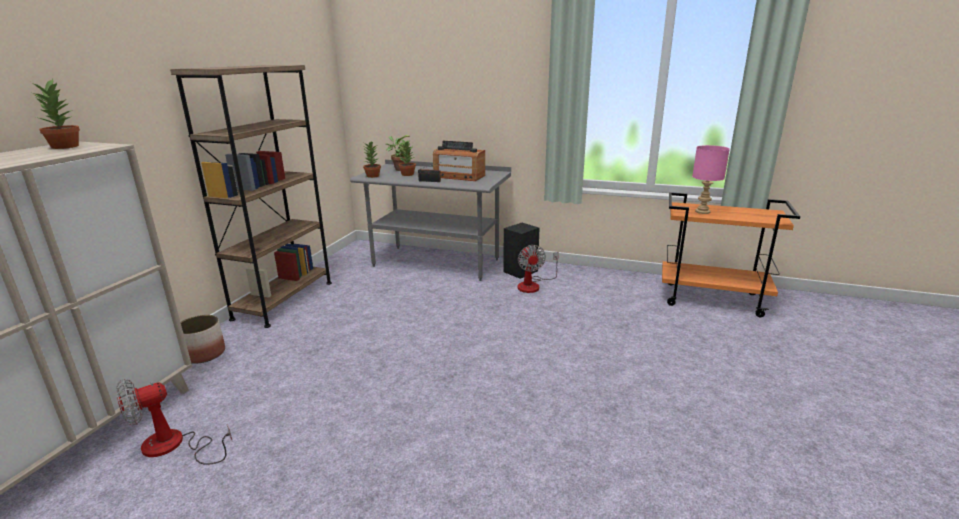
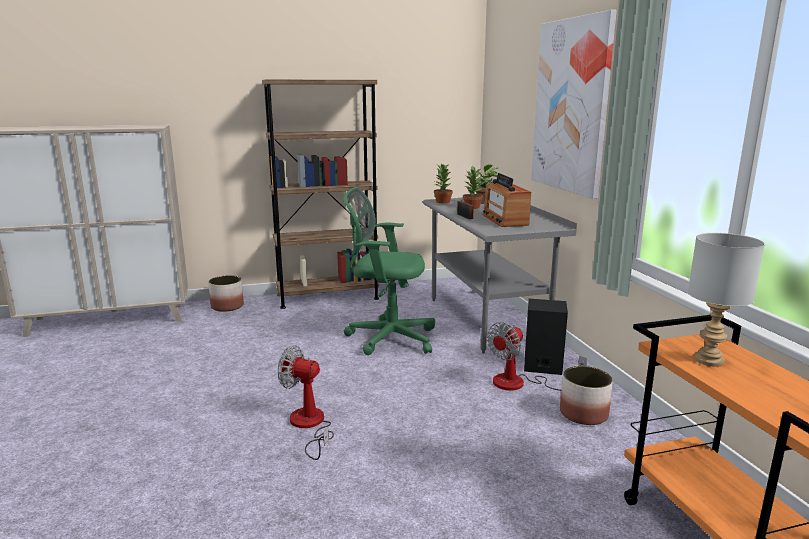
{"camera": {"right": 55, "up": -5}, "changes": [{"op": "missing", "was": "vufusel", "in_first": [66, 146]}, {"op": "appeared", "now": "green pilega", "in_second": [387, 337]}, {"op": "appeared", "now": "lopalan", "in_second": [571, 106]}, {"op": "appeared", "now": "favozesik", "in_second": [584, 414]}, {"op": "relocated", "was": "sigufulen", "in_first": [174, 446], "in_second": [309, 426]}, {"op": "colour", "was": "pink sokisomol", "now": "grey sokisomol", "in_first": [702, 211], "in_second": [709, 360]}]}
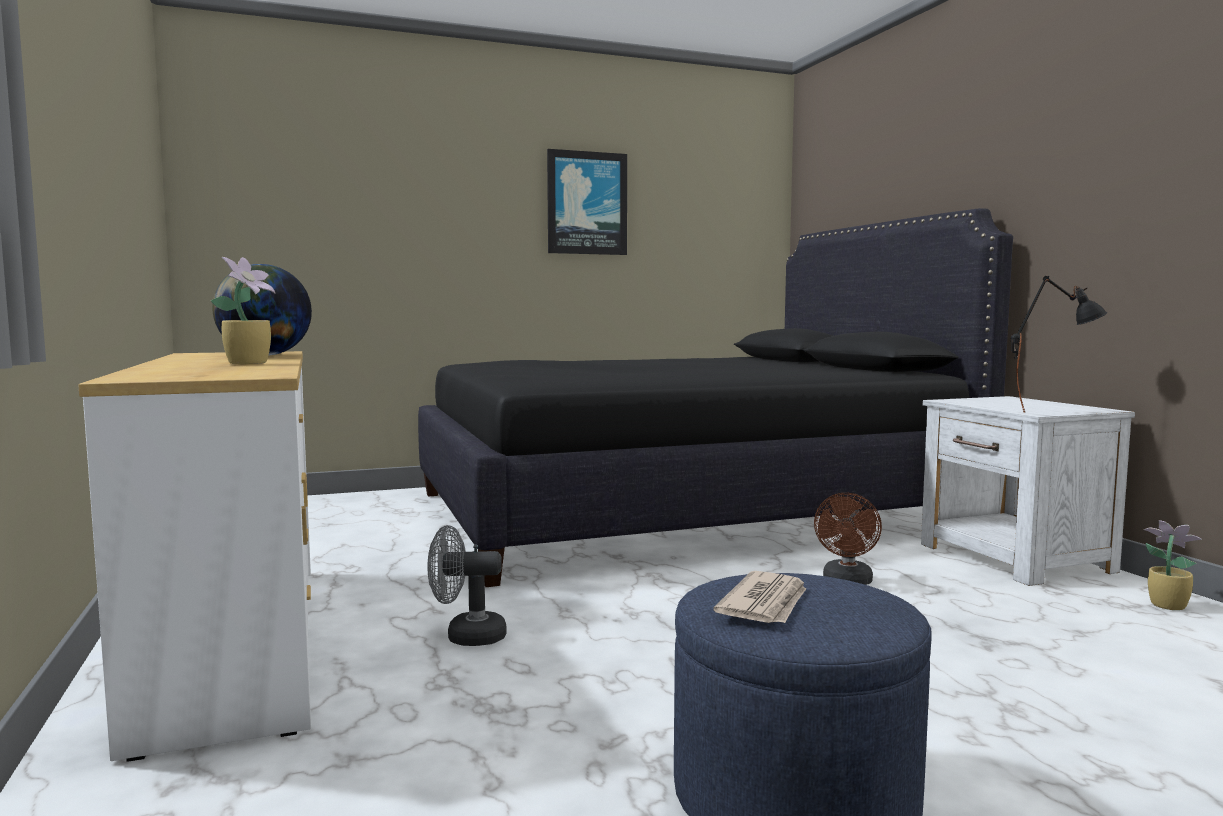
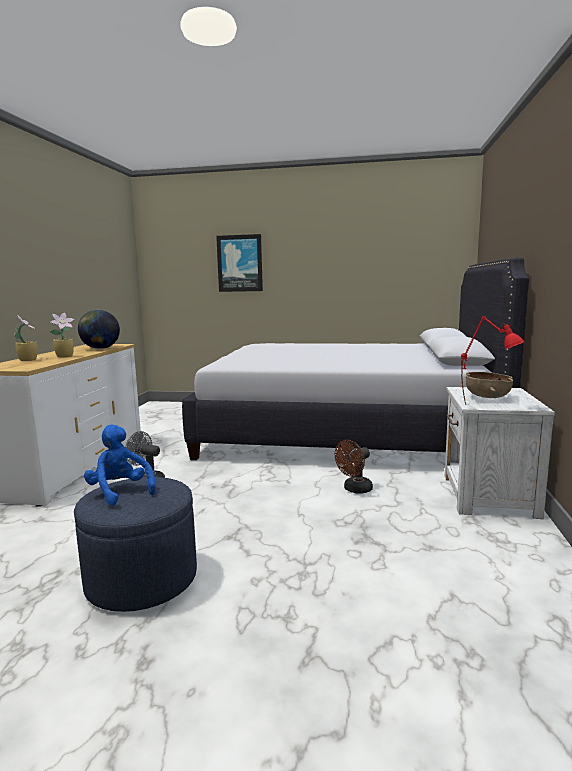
{"camera": {"right": 30, "up": 5}, "changes": [{"op": "appeared", "now": "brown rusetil", "in_second": [487, 397]}, {"op": "relocated", "was": "lopalan", "in_first": [587, 203], "in_second": [240, 263]}, {"op": "relocated", "was": "vufusel", "in_first": [1166, 605], "in_second": [28, 360]}, {"op": "exchanged", "was": "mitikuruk", "now": "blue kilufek", "in_first": [766, 603], "in_second": [120, 492]}, {"op": "colour", "was": "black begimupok", "now": "white begimupok", "in_first": [681, 511], "in_second": [346, 433]}, {"op": "colour", "was": "black sokisomol", "now": "red sokisomol", "in_first": [1052, 412], "in_second": [488, 406]}]}
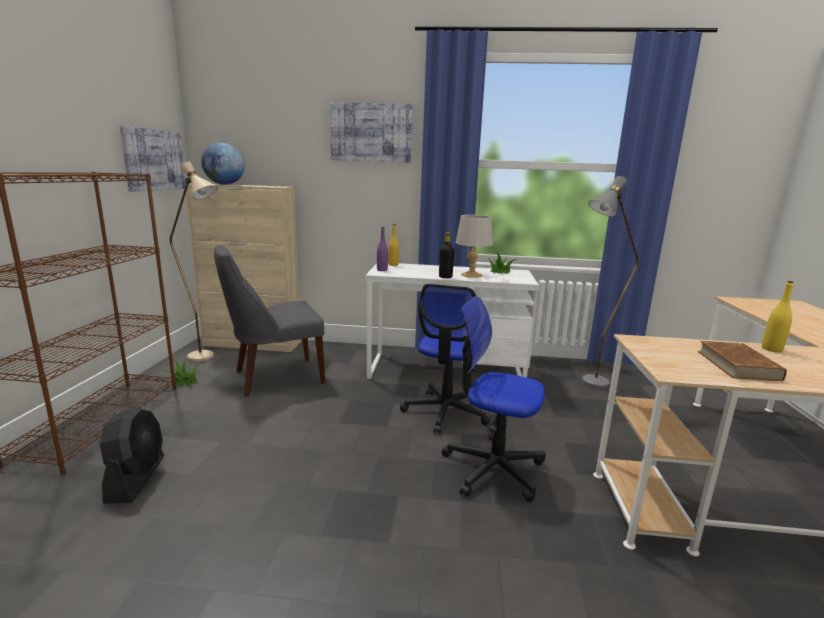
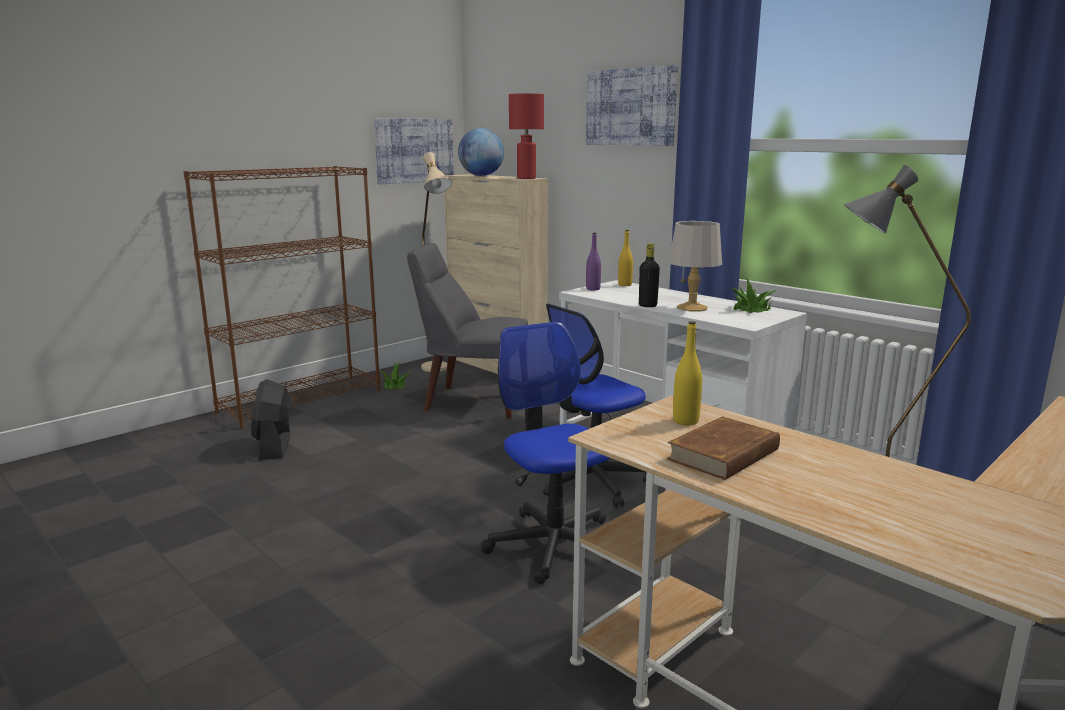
{"camera": {"right": 40, "up": 0}, "changes": [{"op": "appeared", "now": "red sokisomol", "in_second": [526, 178]}, {"op": "relocated", "was": "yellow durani", "in_first": [771, 349], "in_second": [685, 421]}, {"op": "spun", "was": "black sigufulen", "in_first": [136, 478], "in_second": [274, 446], "clockwise": 135}]}
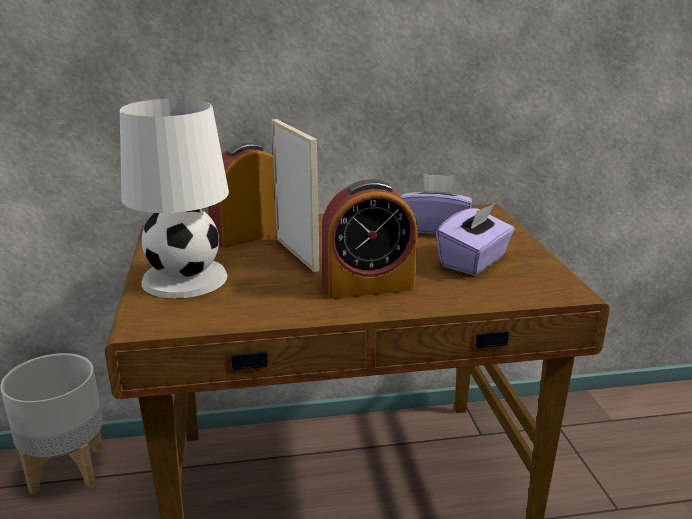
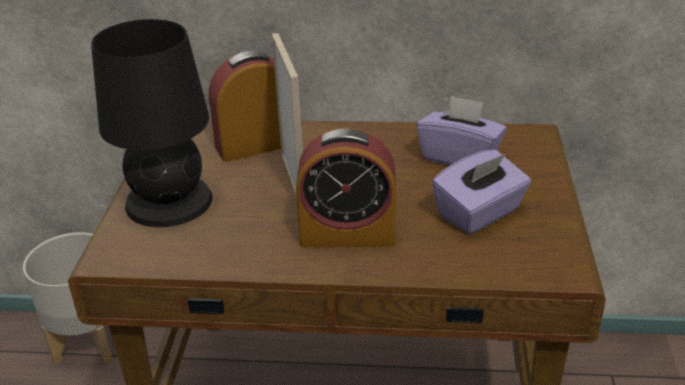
{"camera": {"right": 15, "up": 10}, "changes": [{"op": "colour", "was": "white sokisomol", "now": "black sokisomol", "in_first": [186, 279], "in_second": [169, 202]}]}
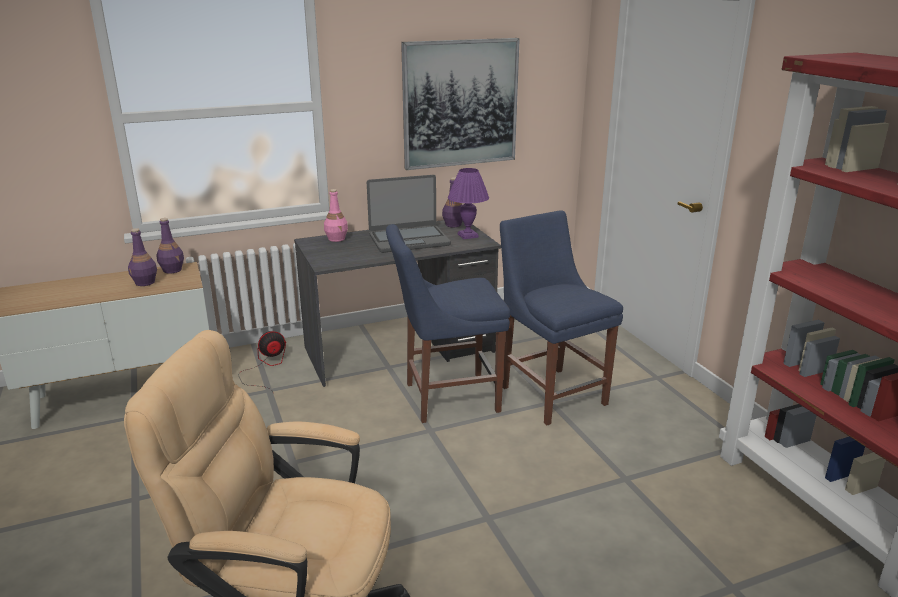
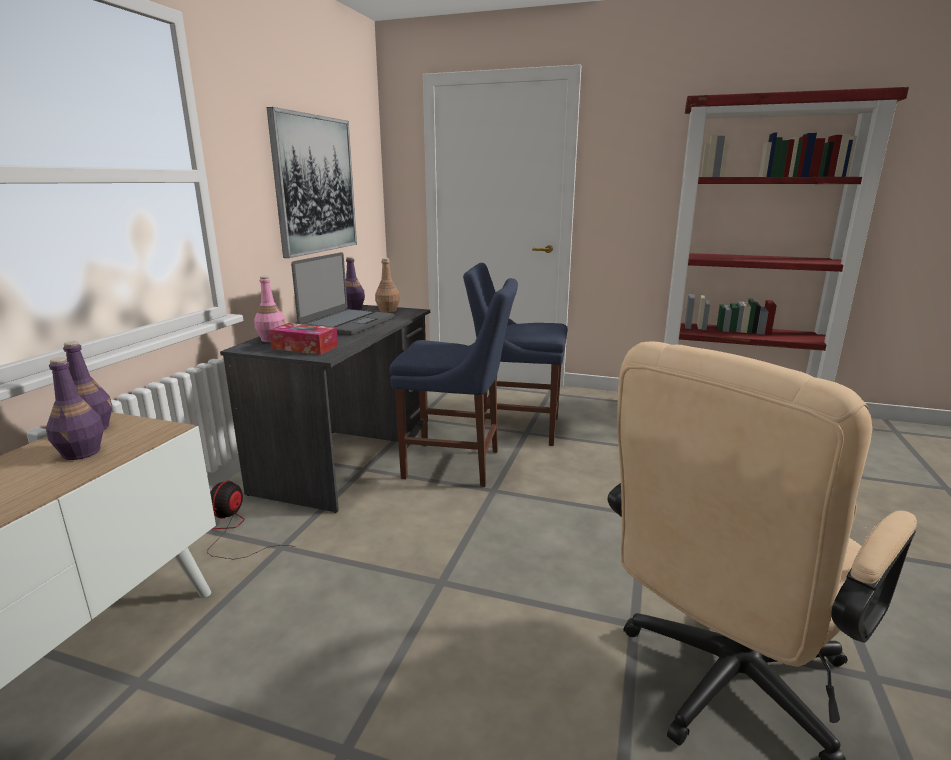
{"camera": {"right": -50, "up": -5}, "changes": [{"op": "appeared", "now": "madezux", "in_second": [305, 347]}, {"op": "exchanged", "was": "purple sokisomol", "now": "brown durani", "in_first": [468, 236], "in_second": [388, 310]}, {"op": "spun", "was": "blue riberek", "in_first": [446, 397], "in_second": [457, 465], "clockwise": -105}]}
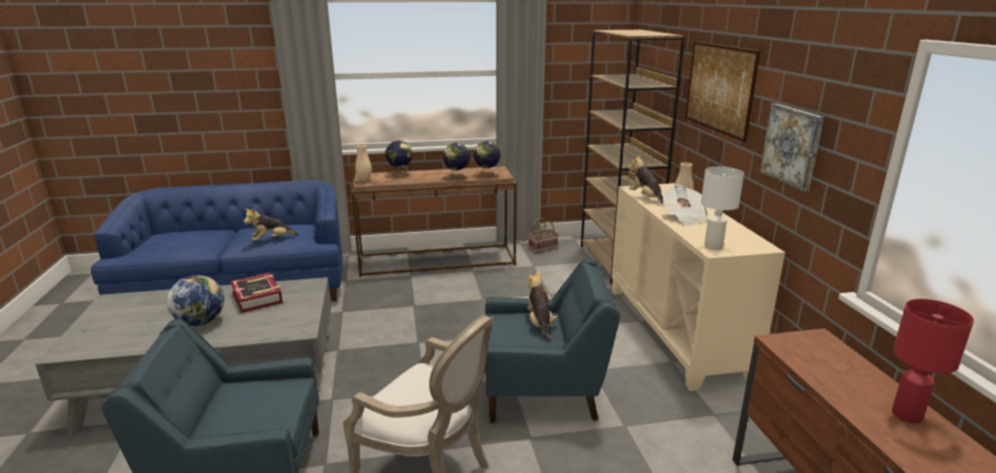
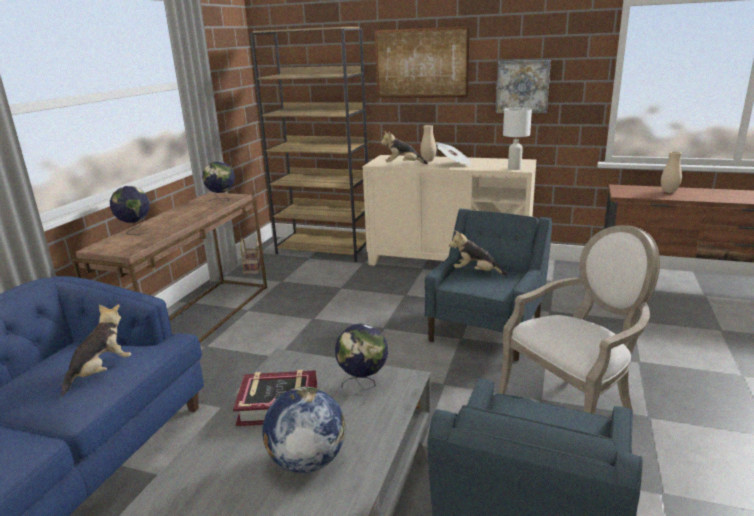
{"camera": {"right": -60, "up": 0}, "changes": [{"op": "missing", "was": "red sokisomol", "in_first": [907, 415]}, {"op": "relocated", "was": "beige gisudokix", "in_first": [364, 180], "in_second": [669, 192]}, {"op": "relocated", "was": "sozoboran", "in_first": [457, 177], "in_second": [363, 385]}, {"op": "spun", "was": "kilufek", "in_first": [271, 240], "in_second": [101, 372], "clockwise": -150}]}
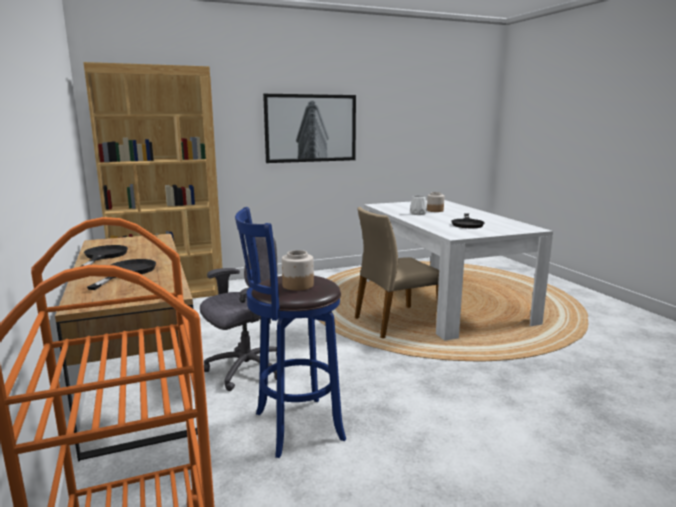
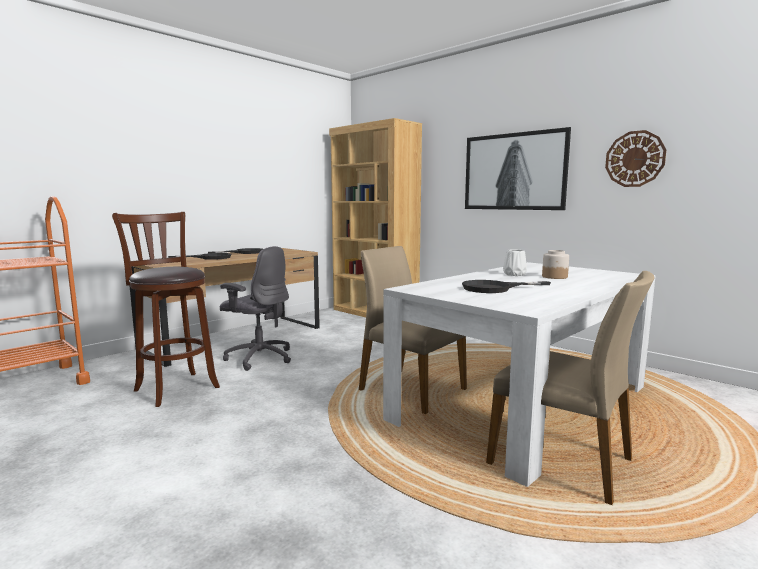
{"camera": {"right": 65, "up": -5}, "changes": [{"op": "missing", "was": "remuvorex", "in_first": [297, 285]}, {"op": "appeared", "now": "beige riberek", "in_second": [562, 461]}, {"op": "appeared", "now": "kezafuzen", "in_second": [635, 159]}, {"op": "colour", "was": "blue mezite", "now": "brown mezite", "in_first": [293, 427], "in_second": [175, 387]}]}
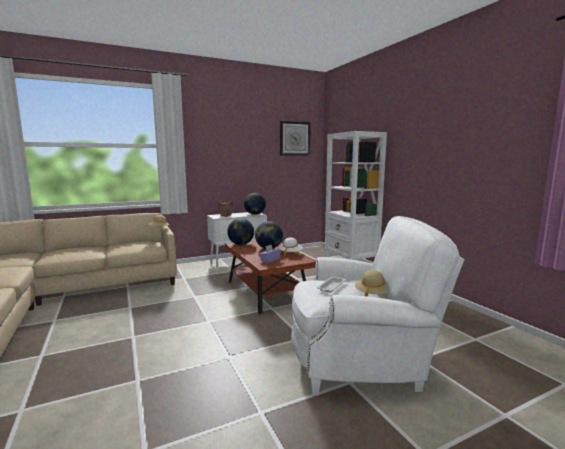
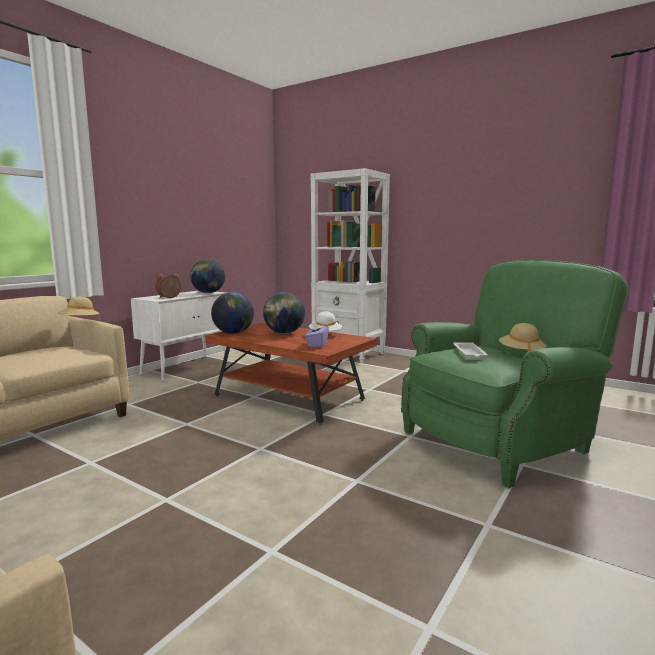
{"camera": {"right": -30, "up": 0}, "changes": [{"op": "missing", "was": "kezafuzen", "in_first": [294, 138]}, {"op": "colour", "was": "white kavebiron", "now": "green kavebiron", "in_first": [361, 359], "in_second": [499, 440]}]}
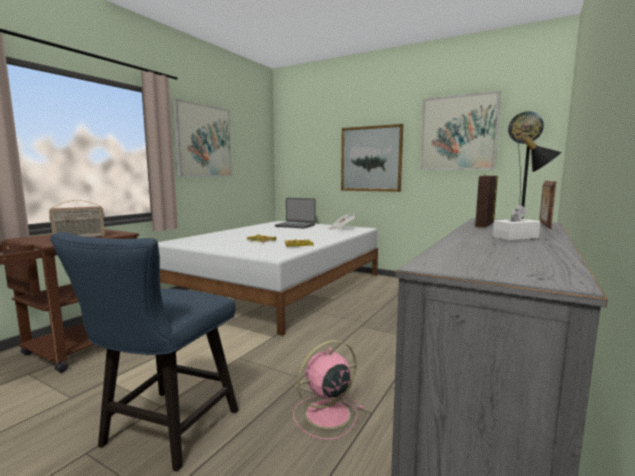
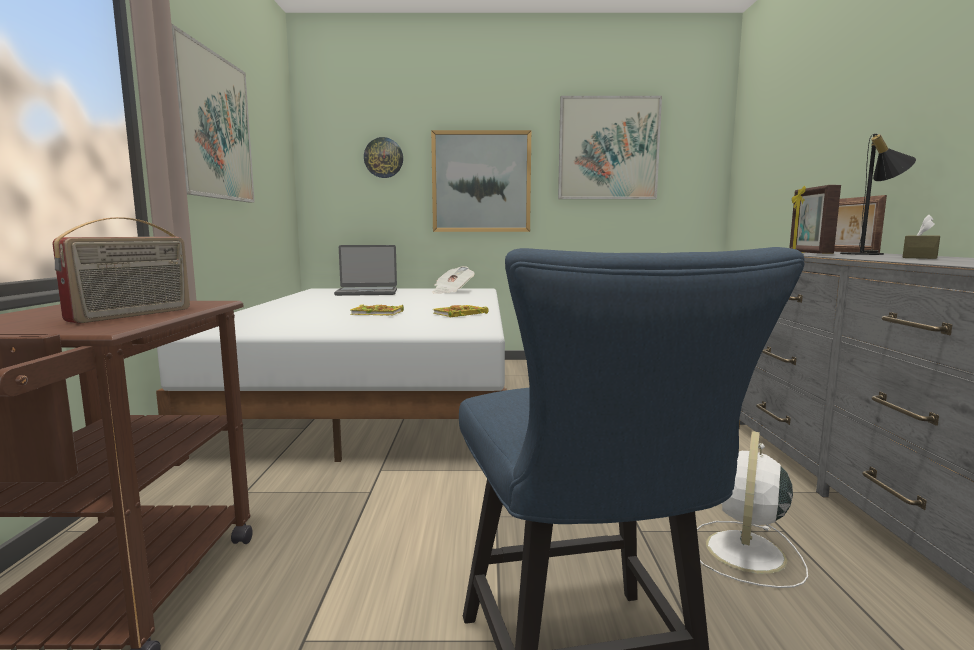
{"camera": {"right": -30, "up": 0}, "changes": [{"op": "relocated", "was": "kezafuzen", "in_first": [525, 127], "in_second": [383, 157]}, {"op": "colour", "was": "pink sigufulen", "now": "white sigufulen", "in_first": [326, 414], "in_second": [745, 553]}, {"op": "colour", "was": "white madezux", "now": "brown madezux", "in_first": [515, 237], "in_second": [920, 257]}]}
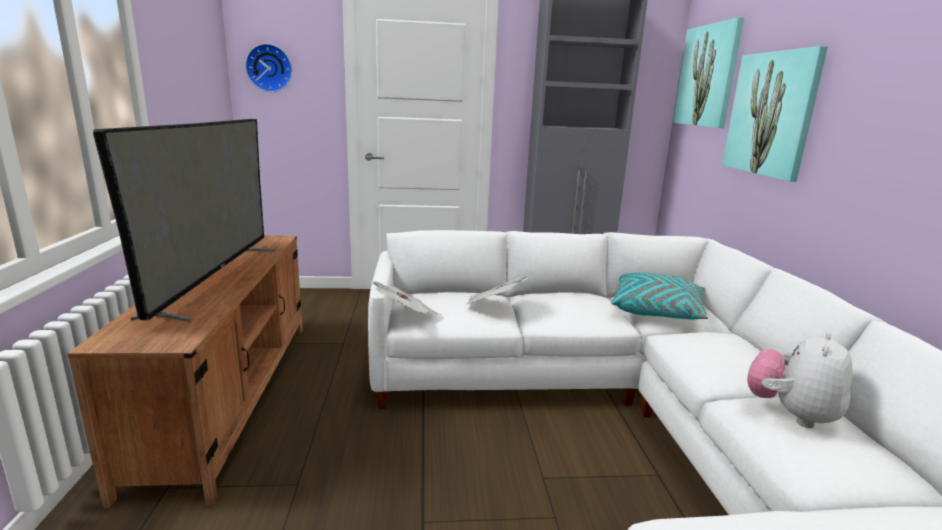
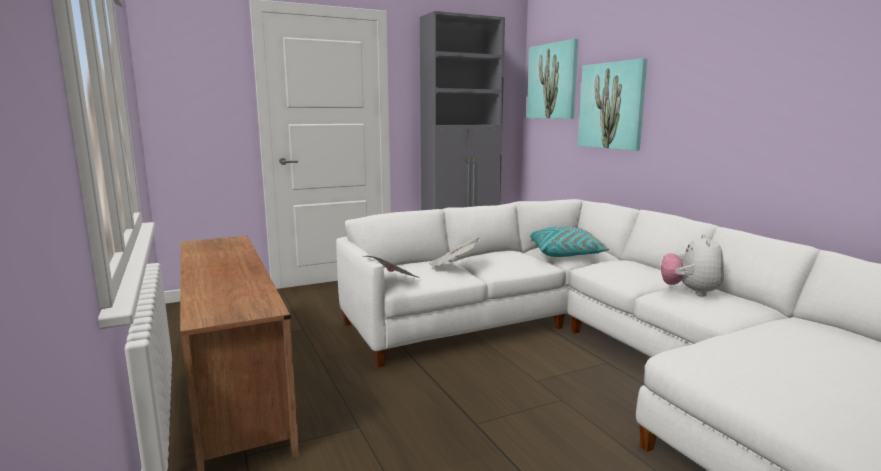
{"camera": {"right": -20, "up": -5}, "changes": [{"op": "missing", "was": "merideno", "in_first": [215, 279]}, {"op": "missing", "was": "kezafuzen", "in_first": [270, 68]}]}
